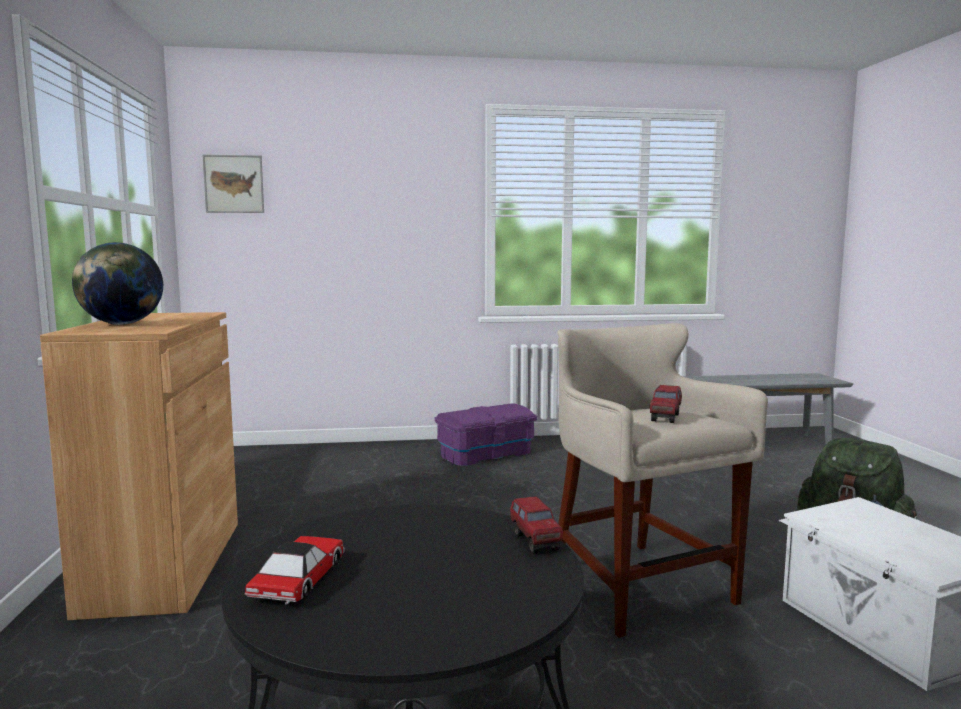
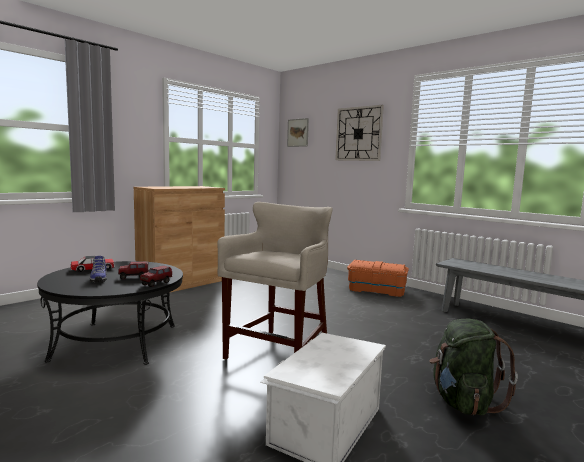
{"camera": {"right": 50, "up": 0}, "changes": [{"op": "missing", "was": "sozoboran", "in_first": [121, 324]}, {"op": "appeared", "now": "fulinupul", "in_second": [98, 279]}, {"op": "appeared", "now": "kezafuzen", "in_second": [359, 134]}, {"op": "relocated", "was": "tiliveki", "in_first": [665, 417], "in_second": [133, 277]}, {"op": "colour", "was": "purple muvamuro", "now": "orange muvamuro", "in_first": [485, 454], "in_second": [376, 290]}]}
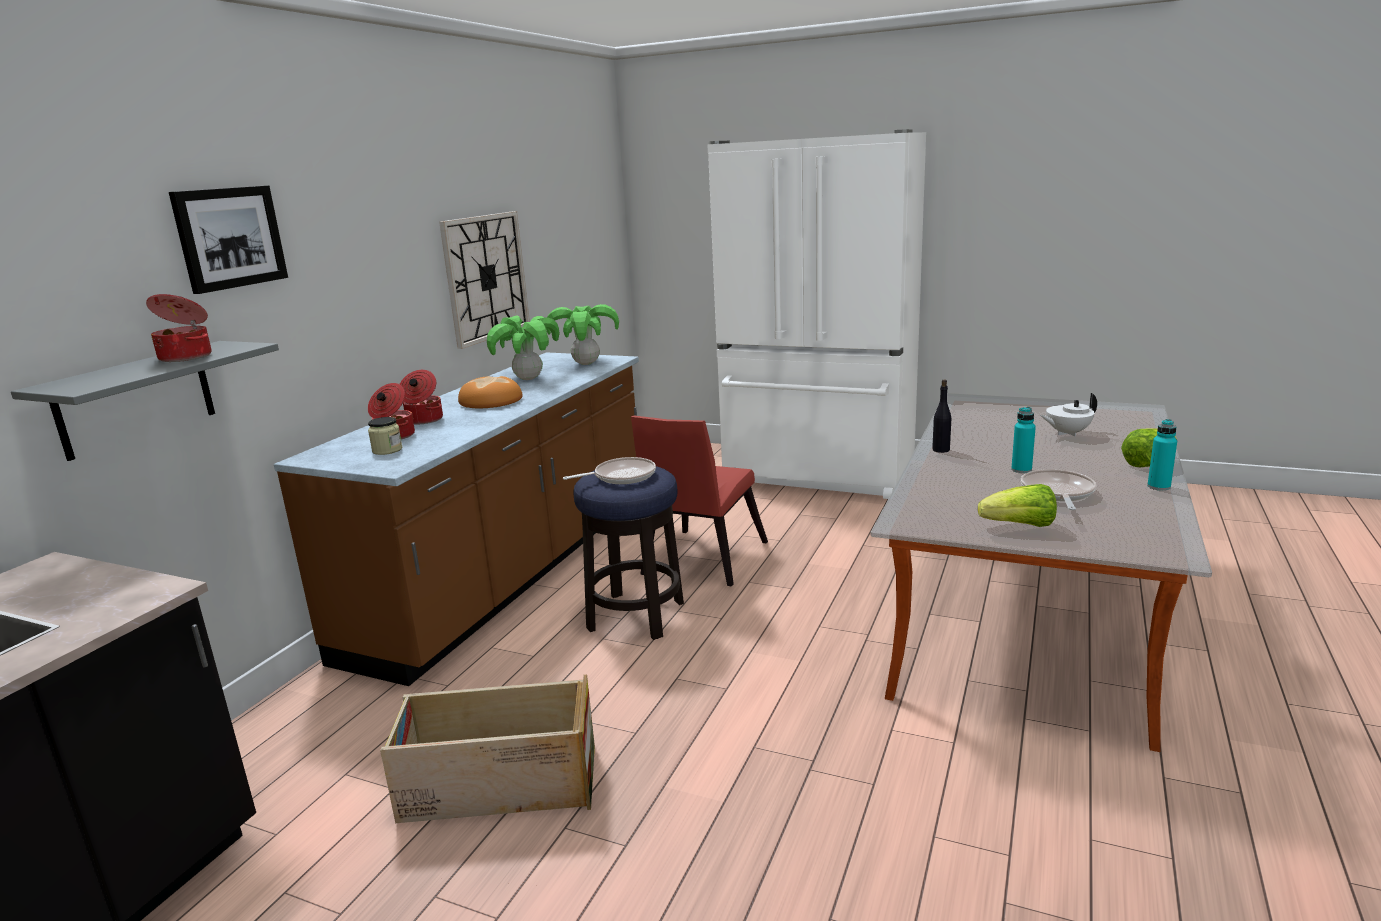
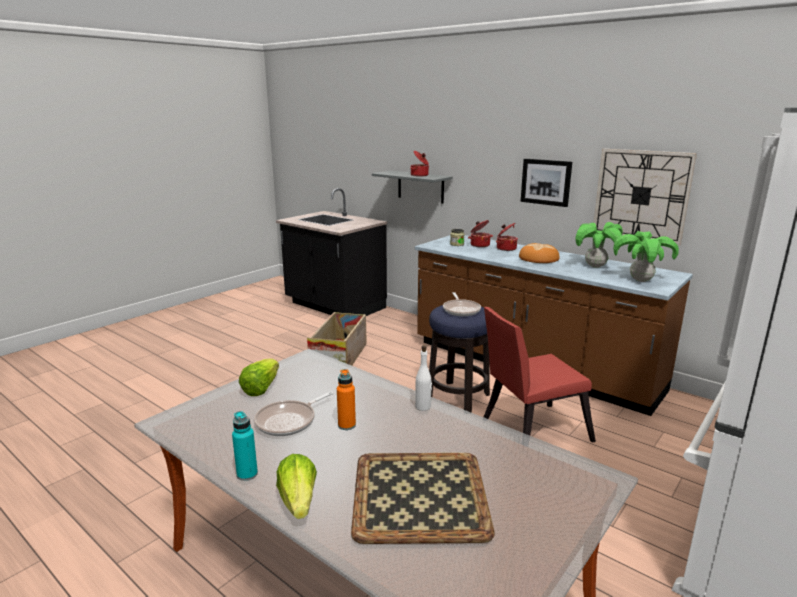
{"camera": {"right": 105, "up": 0}, "changes": [{"op": "relocated", "was": "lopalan", "in_first": [229, 237], "in_second": [546, 182]}, {"op": "exchanged", "was": "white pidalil", "now": "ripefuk", "in_first": [1066, 433], "in_second": [421, 495]}, {"op": "colour", "was": "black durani", "now": "white durani", "in_first": [940, 450], "in_second": [423, 407]}, {"op": "colour", "was": "turquoise durani", "now": "orange durani", "in_first": [1021, 470], "in_second": [346, 425]}, {"op": "spun", "was": "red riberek", "in_first": [700, 561], "in_second": [529, 431], "clockwise": -60}, {"op": "spun", "was": "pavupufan", "in_first": [1057, 493], "in_second": [289, 421], "clockwise": 105}]}
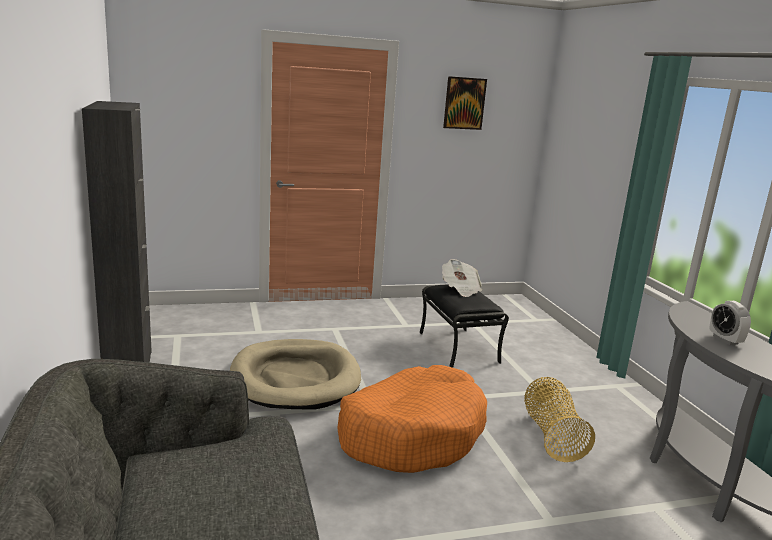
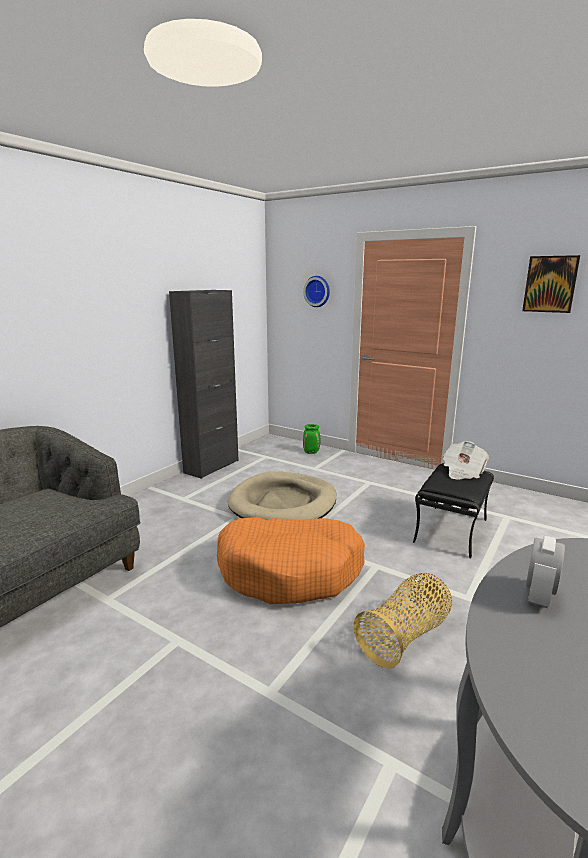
{"camera": {"right": 50, "up": 0}, "changes": [{"op": "appeared", "now": "kezafuzen", "in_second": [317, 291]}, {"op": "appeared", "now": "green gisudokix", "in_second": [311, 452]}]}
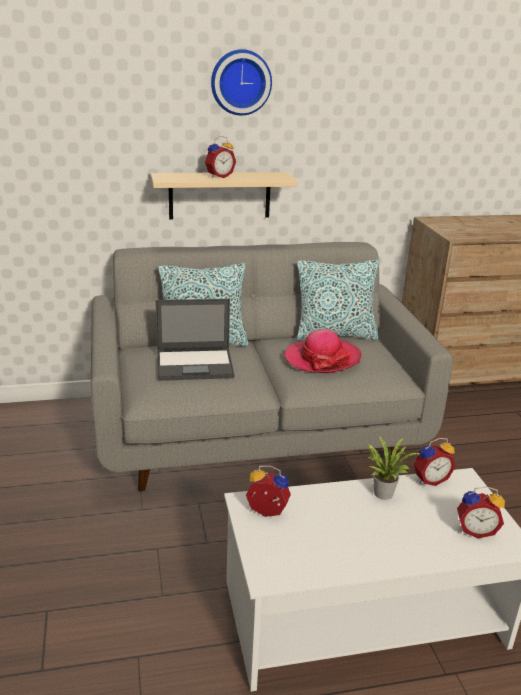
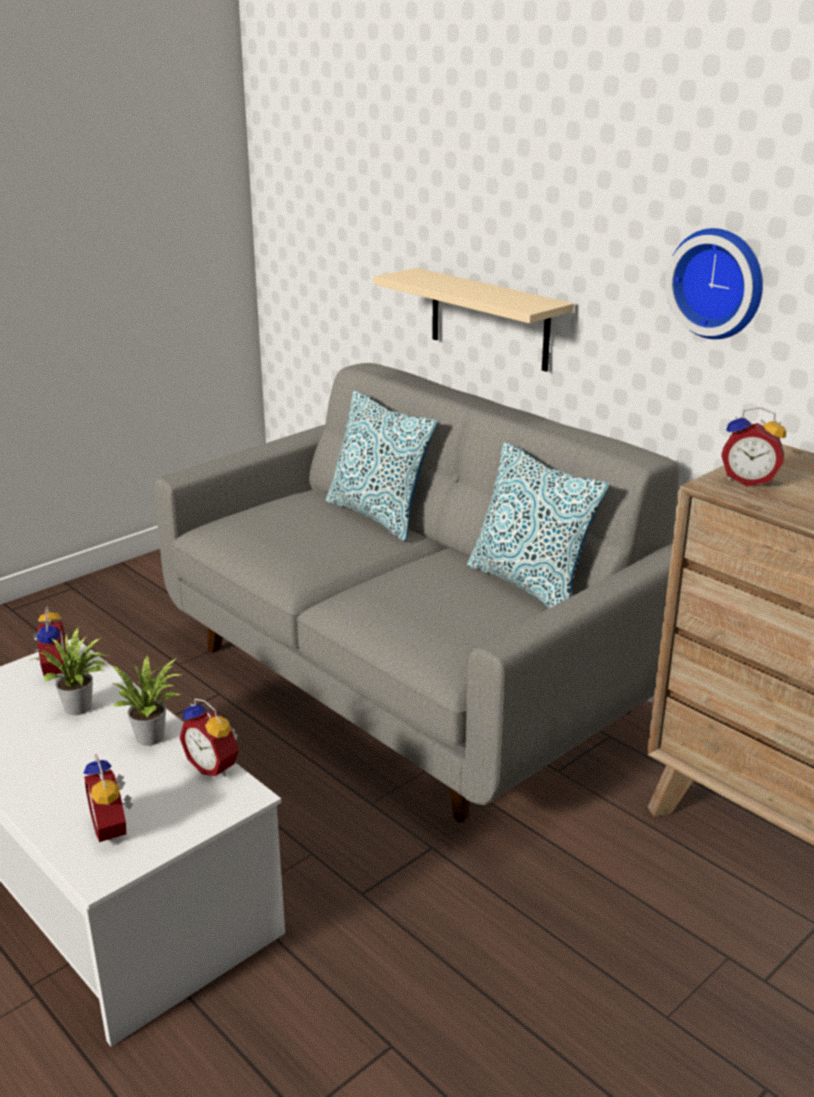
{"camera": {"right": 60, "up": 0}, "changes": [{"op": "missing", "was": "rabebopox", "in_first": [195, 365]}, {"op": "missing", "was": "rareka", "in_first": [322, 358]}, {"op": "appeared", "now": "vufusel", "in_second": [80, 709]}, {"op": "relocated", "was": "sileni", "in_first": [219, 176], "in_second": [748, 480]}, {"op": "relocated", "was": "kezafuzen", "in_first": [240, 82], "in_second": [718, 283]}]}
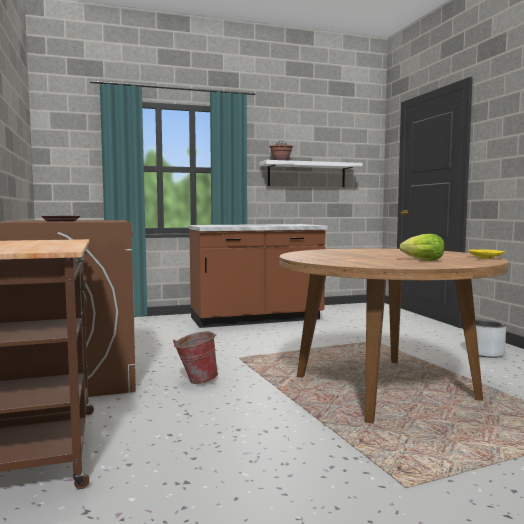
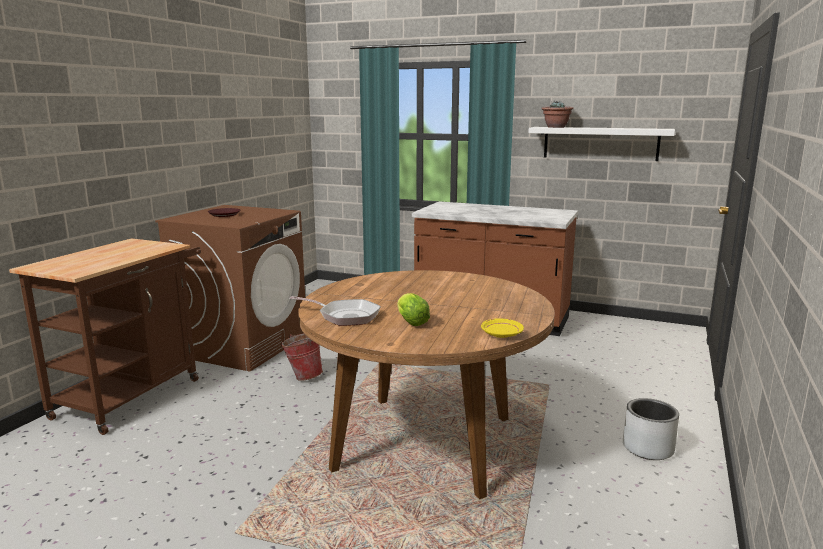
{"camera": {"right": 40, "up": 10}, "changes": [{"op": "appeared", "now": "pavupufan", "in_second": [345, 316]}]}
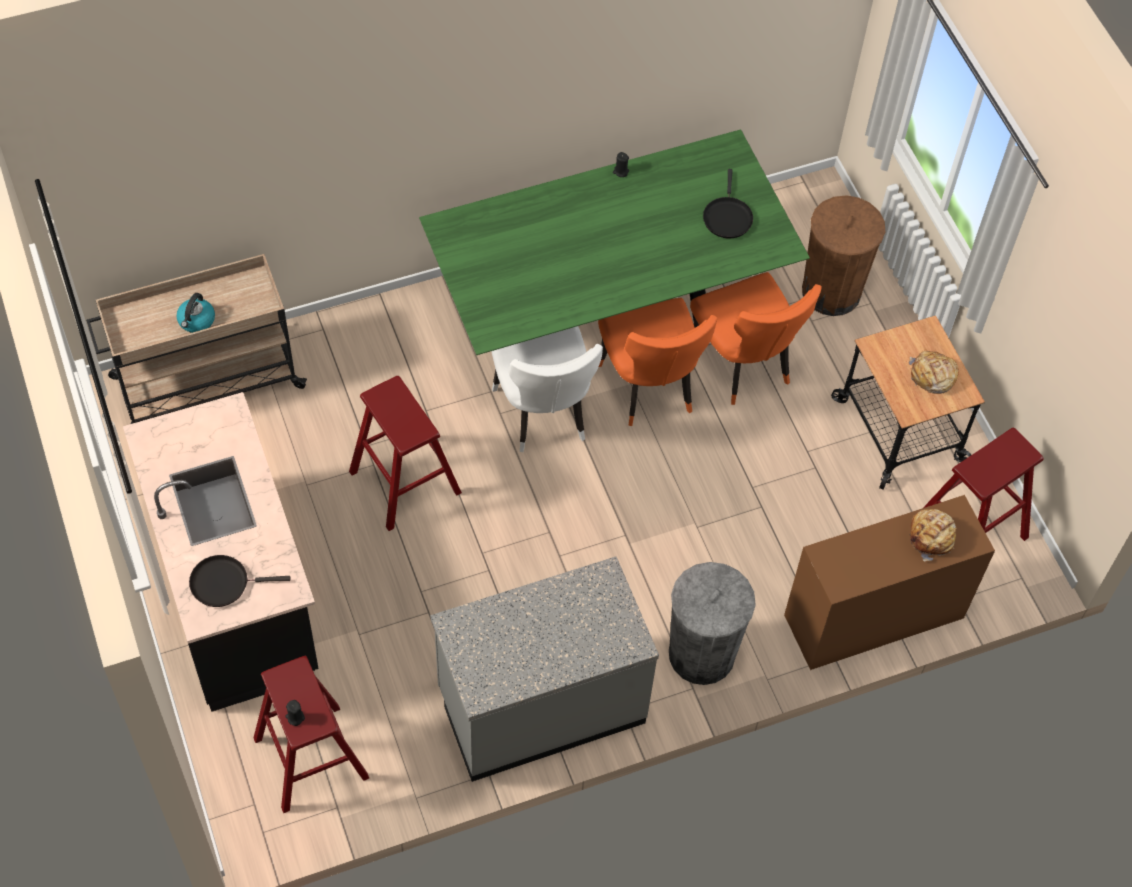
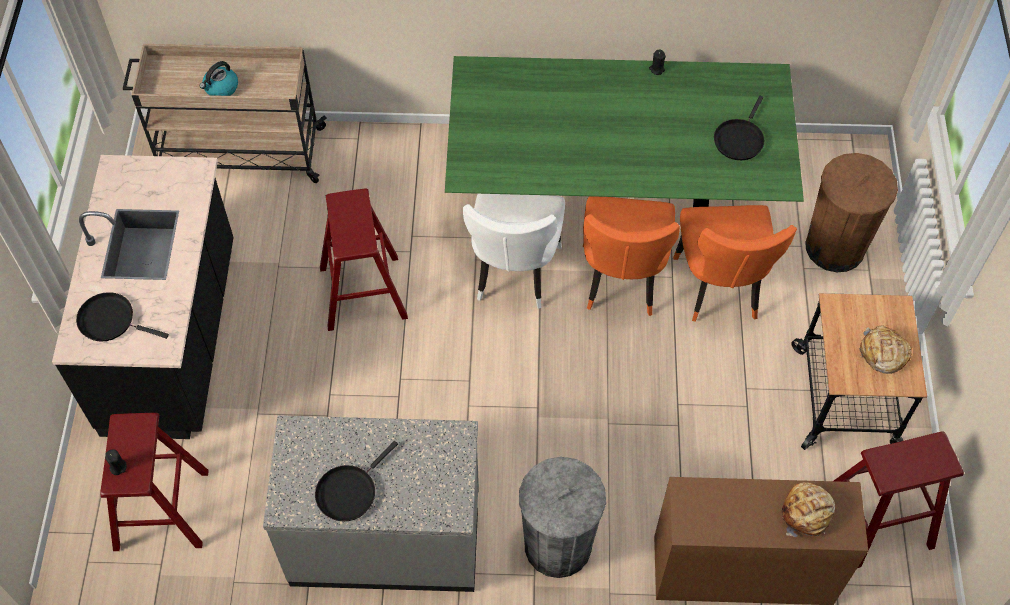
{"camera": {"right": 25, "up": 0}, "changes": [{"op": "appeared", "now": "black pavupufan", "in_second": [349, 491]}]}
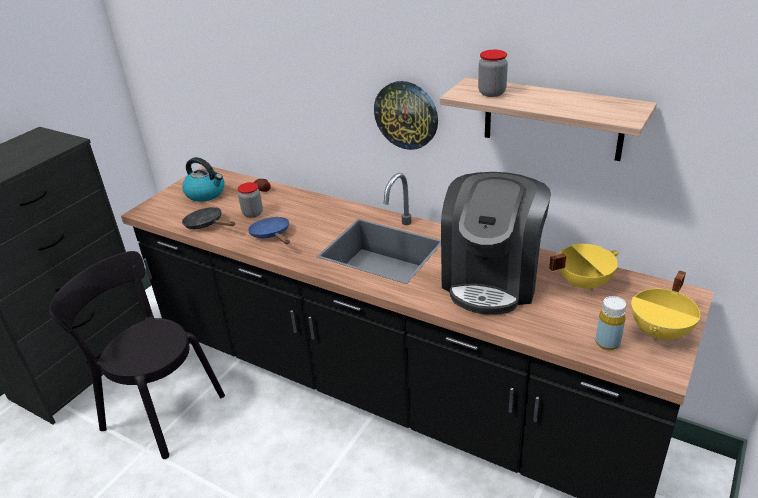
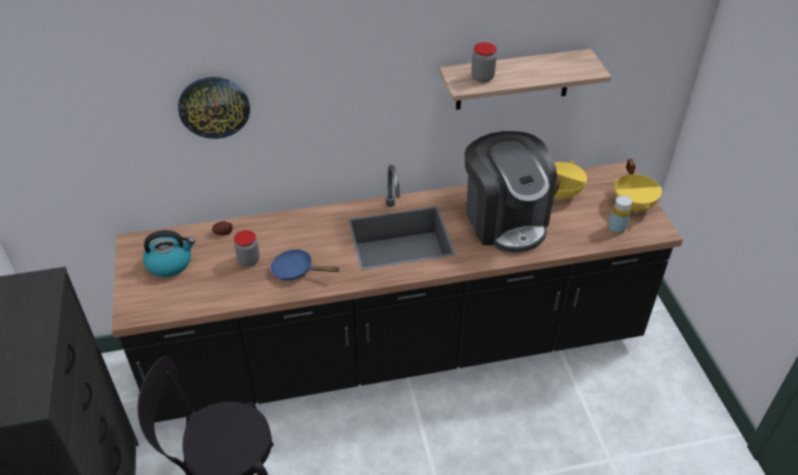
{"camera": {"right": -45, "up": 10}, "changes": [{"op": "missing", "was": "black pavupufan", "in_first": [207, 224]}, {"op": "relocated", "was": "kezafuzen", "in_first": [406, 115], "in_second": [214, 107]}]}
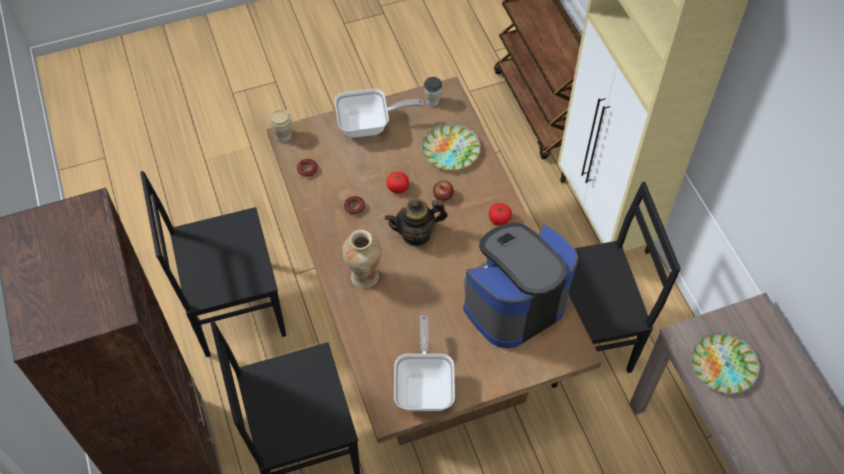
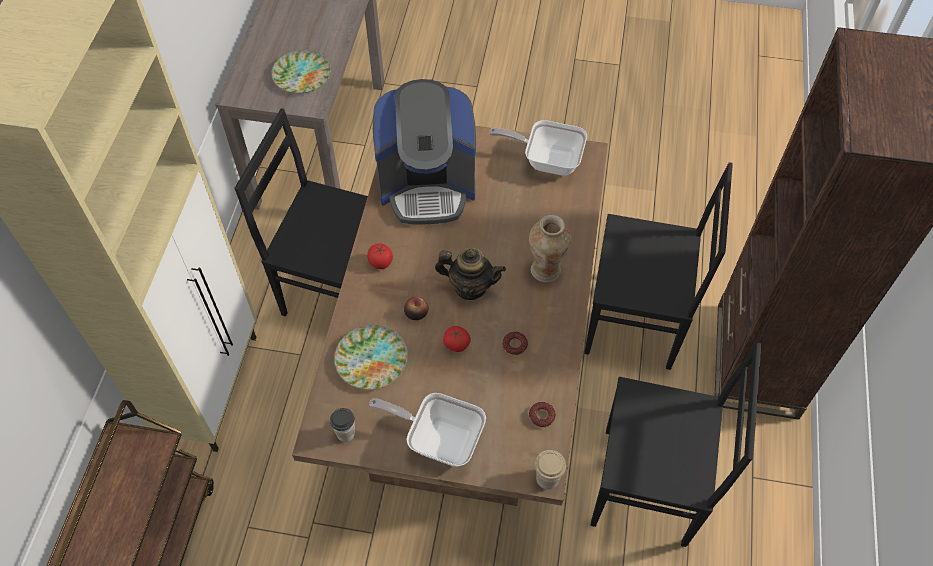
{"camera": {"right": -150, "up": 0}, "changes": [{"op": "spun", "was": "pavupufan", "in_first": [425, 386], "in_second": [546, 160], "clockwise": 75}]}
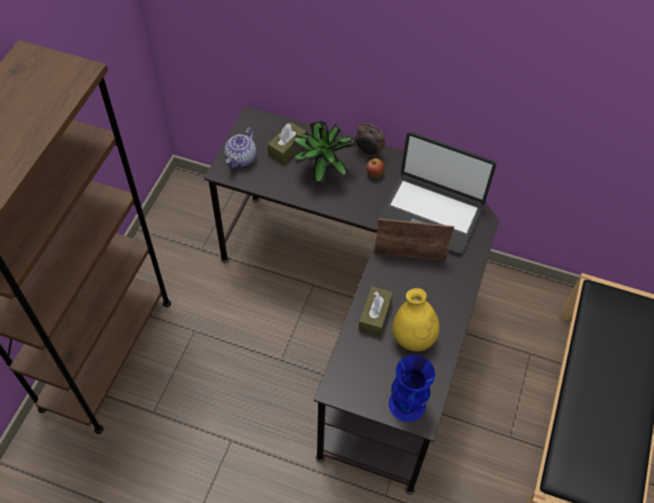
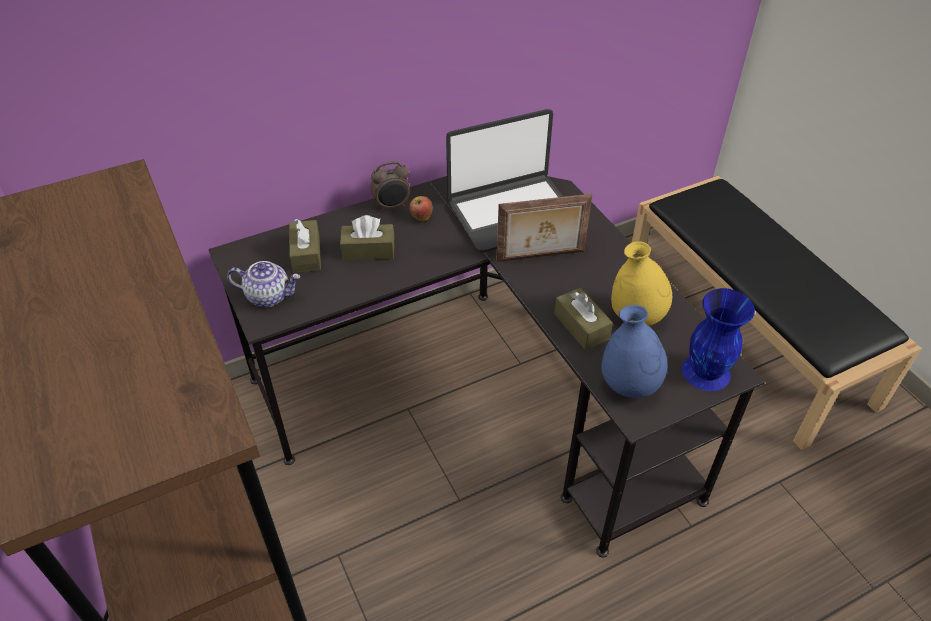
{"camera": {"right": -45, "up": -10}, "changes": [{"op": "appeared", "now": "blue gisudokix", "in_second": [629, 386]}, {"op": "exchanged", "was": "vufusel", "now": "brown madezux", "in_first": [321, 172], "in_second": [368, 250]}, {"op": "spun", "was": "pidalil", "in_first": [241, 159], "in_second": [269, 296], "clockwise": -60}, {"op": "spun", "was": "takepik", "in_first": [410, 255], "in_second": [541, 257], "clockwise": -150}]}
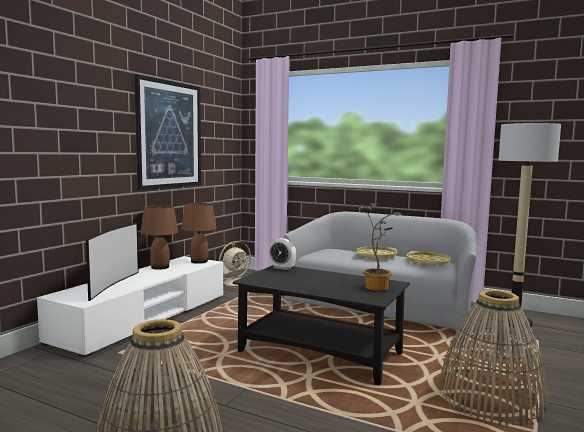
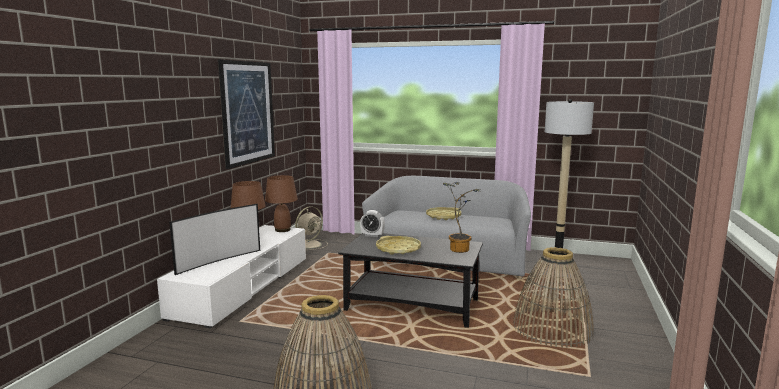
{"camera": {"right": -10, "up": 5}, "changes": [{"op": "relocated", "was": "yellow ripefuk", "in_first": [427, 262], "in_second": [398, 249]}, {"op": "spun", "was": "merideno", "in_first": [112, 285], "in_second": [218, 261], "clockwise": 45}]}
